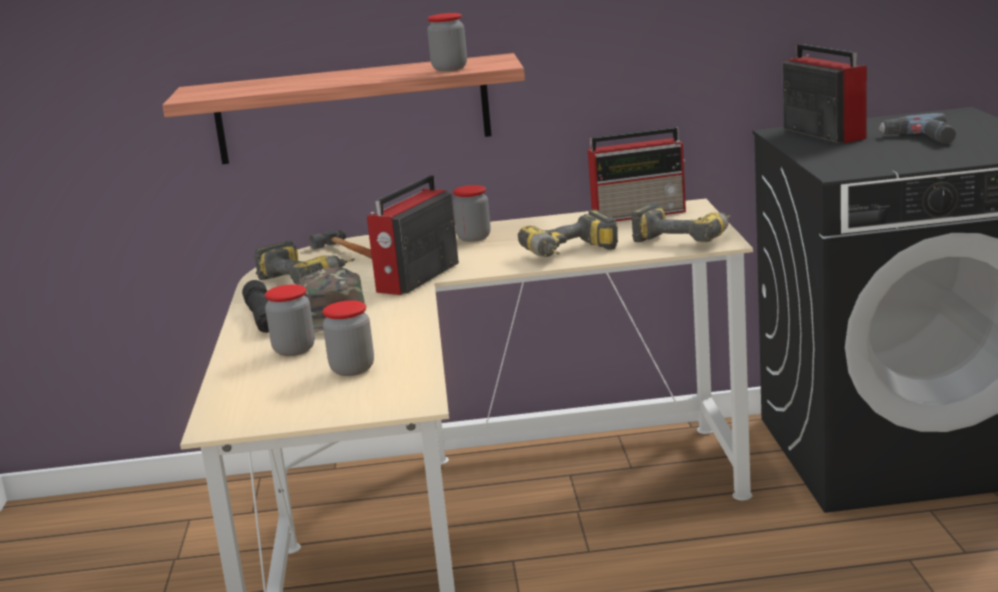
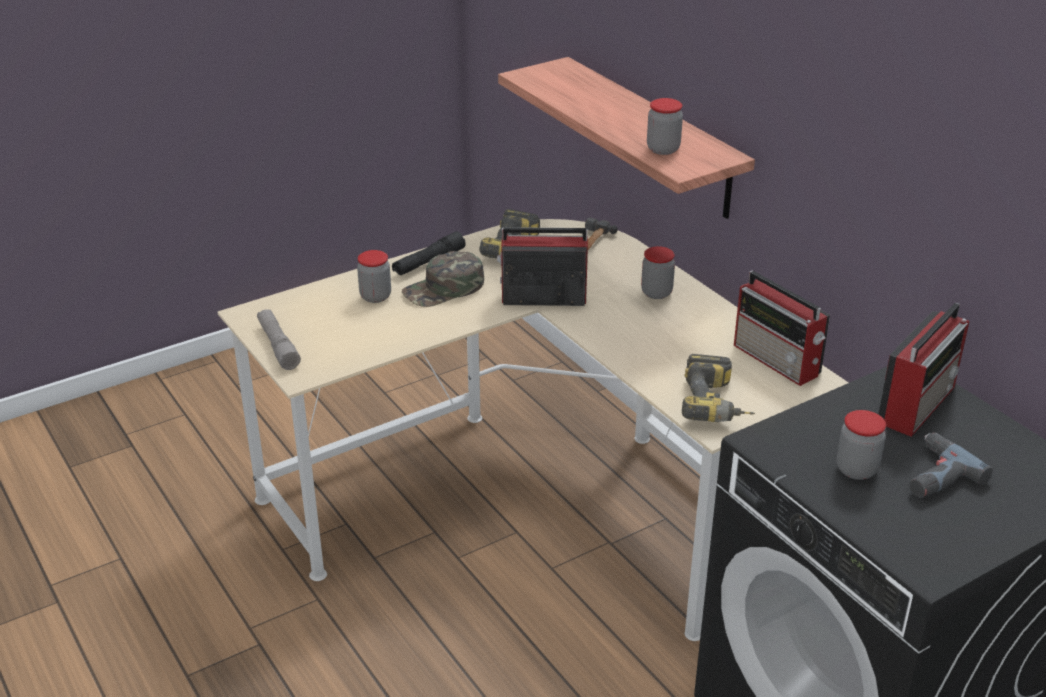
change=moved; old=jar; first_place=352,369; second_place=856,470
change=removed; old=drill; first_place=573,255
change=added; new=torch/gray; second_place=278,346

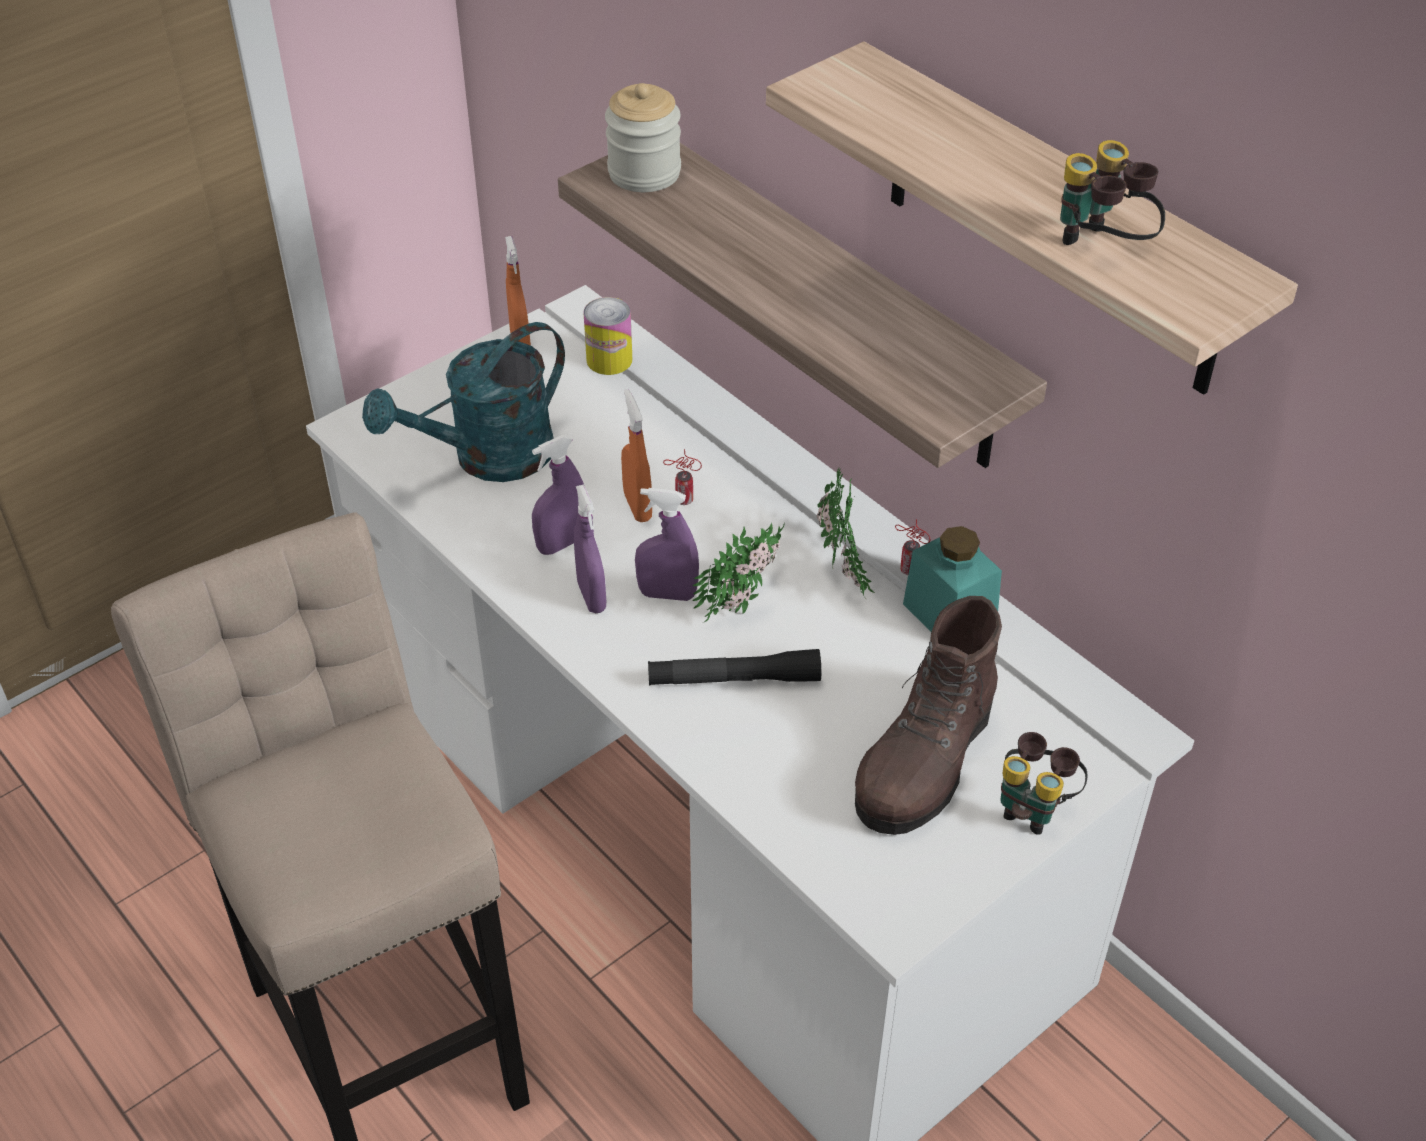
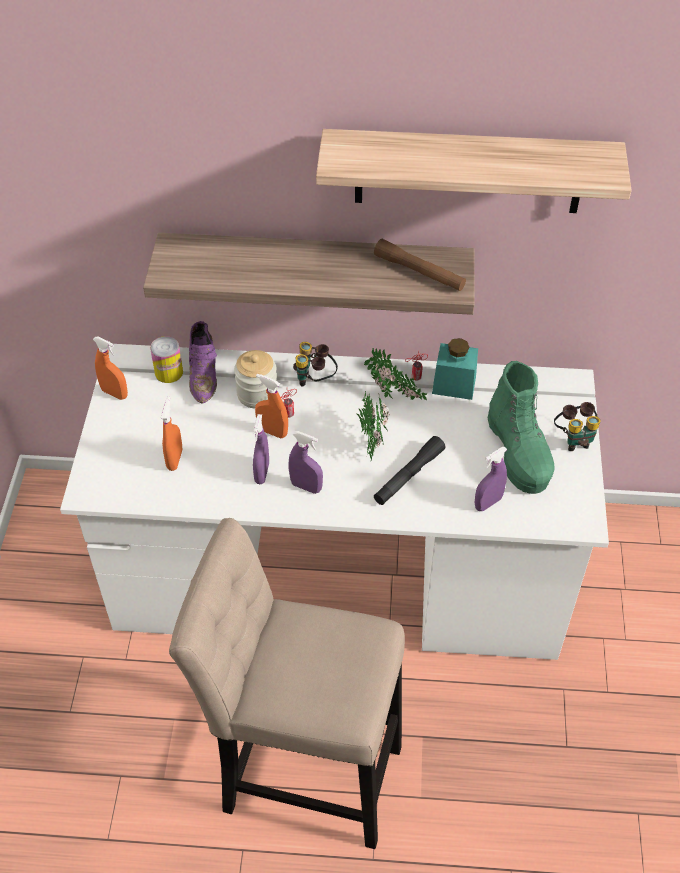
change=replaced; old=sprinkling can/turquoise; new=spray bottle/orangey; first_place=487,458; second_place=175,459
change=moved; old=jar; first_place=644,173; second_place=257,394
change=moved; old=spray bottle/purple; first_place=667,594; second_place=488,503
change=recoloured; old=high-top boot/brown; new=high-top boot/greenish; first_place=925,763; second_place=518,452
change=moved; old=field glasses; first_place=1101,250; second_place=315,380
change=added; new=low shoe/purple; second_place=204,374
change=added; new=torch/brown; second_place=419,272

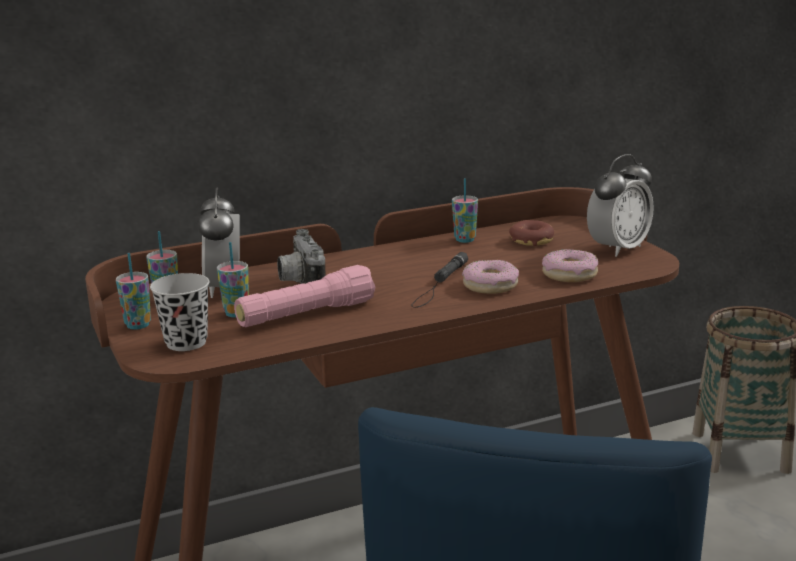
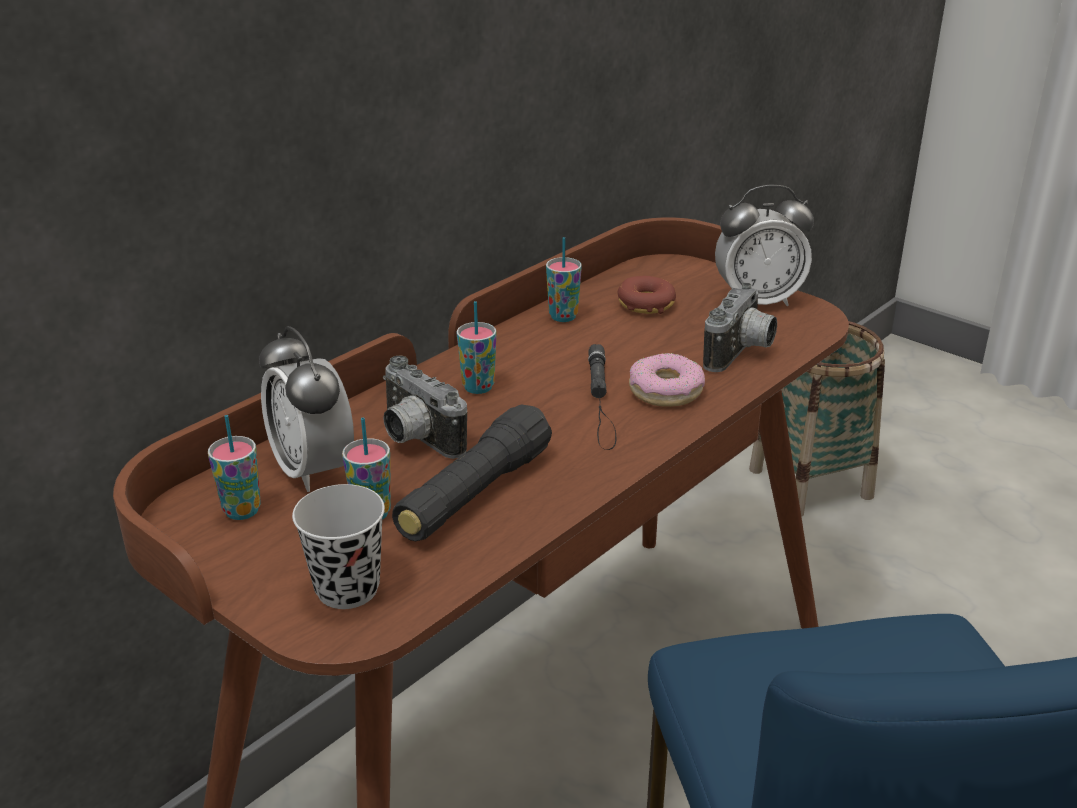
change=moved; old=cup; first_place=138,325; second_place=478,387
change=recoloured; old=torch/pink-coloured; new=torch/blackish; first_place=306,315; second_place=474,494
change=replaced; old=doughnut; new=still camera; first_place=569,274; second_place=741,354
change=turned; old=alarm clock; first_place=618,249; second_place=758,301; degrees=60

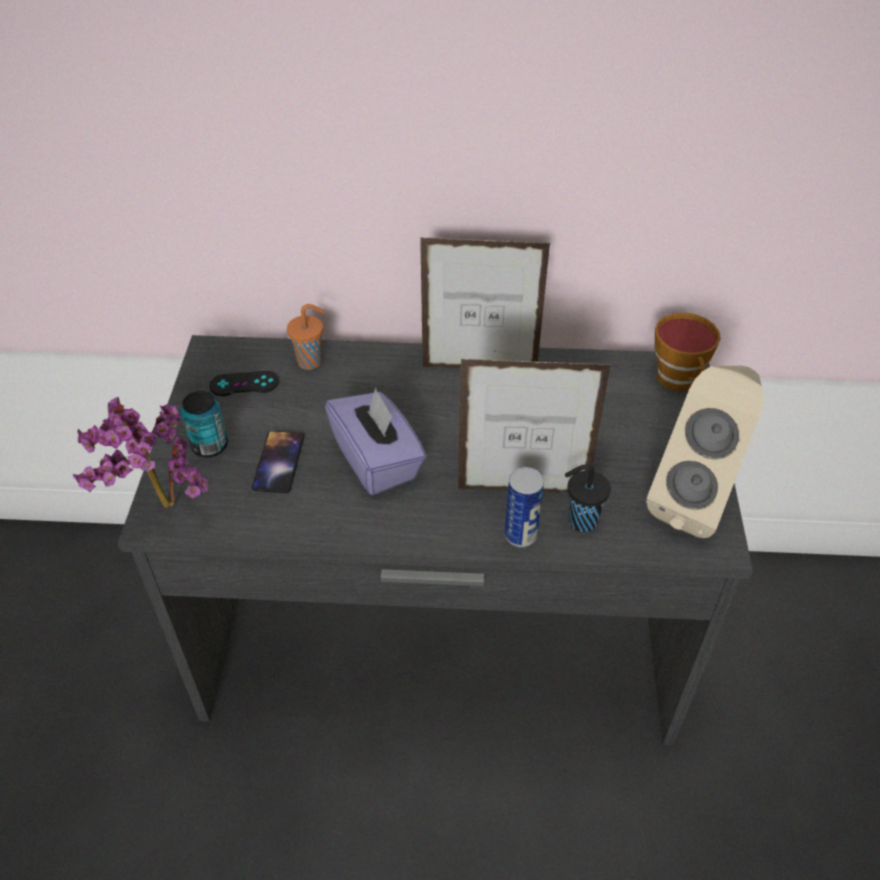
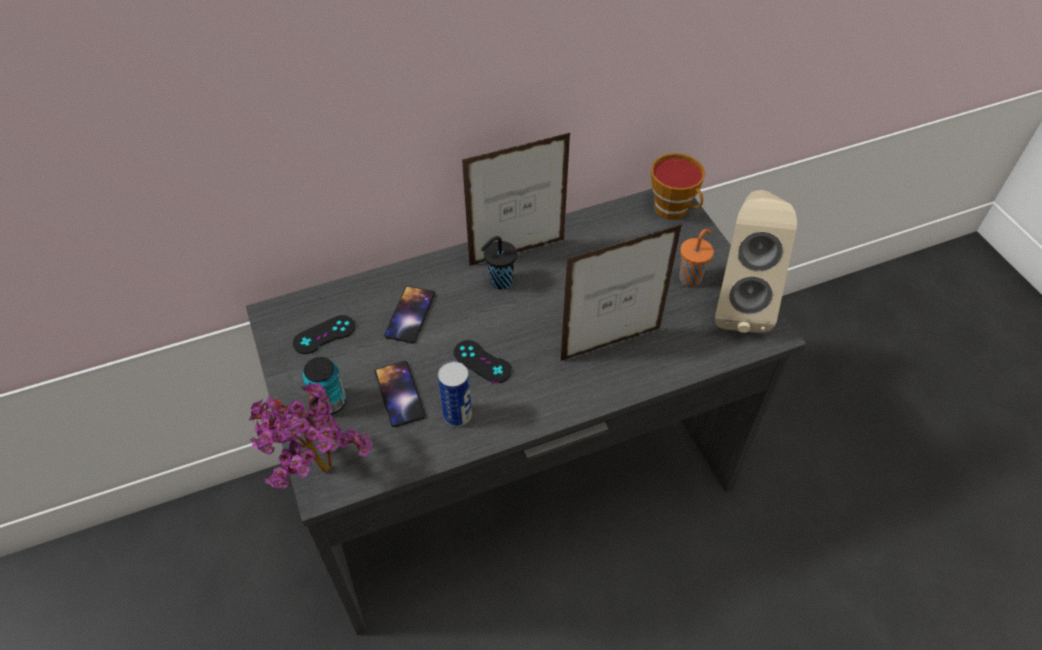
change=moved; old=cup/orangey; first_place=311,362; second_place=691,278
change=replaced; old=tissue box/purple; new=gamepad/blackish; first_place=377,461; second_place=482,362
change=moved; old=sealed can; first_place=520,535; second_place=457,416
change=moved; old=cup/blackish; first_place=580,521; second_place=499,282
change=added; new=telephone; second_place=410,315

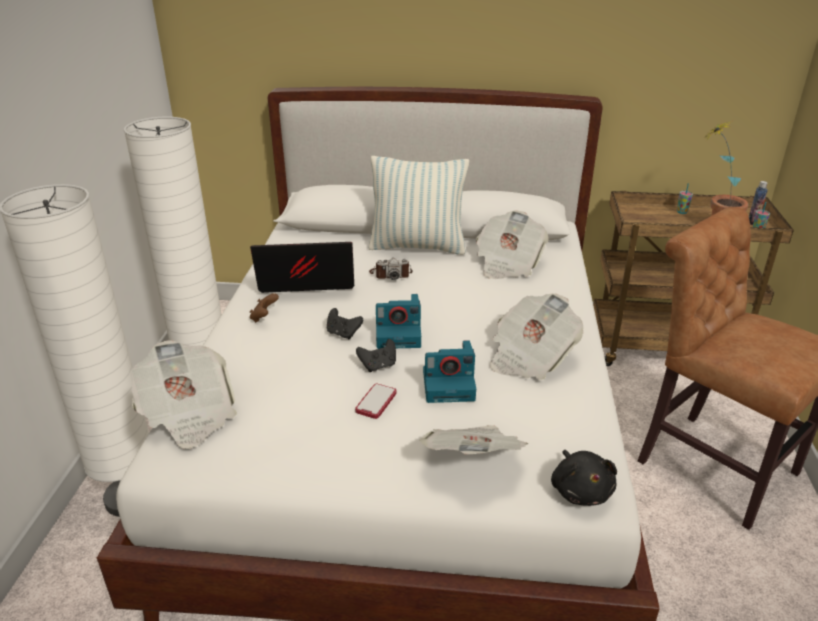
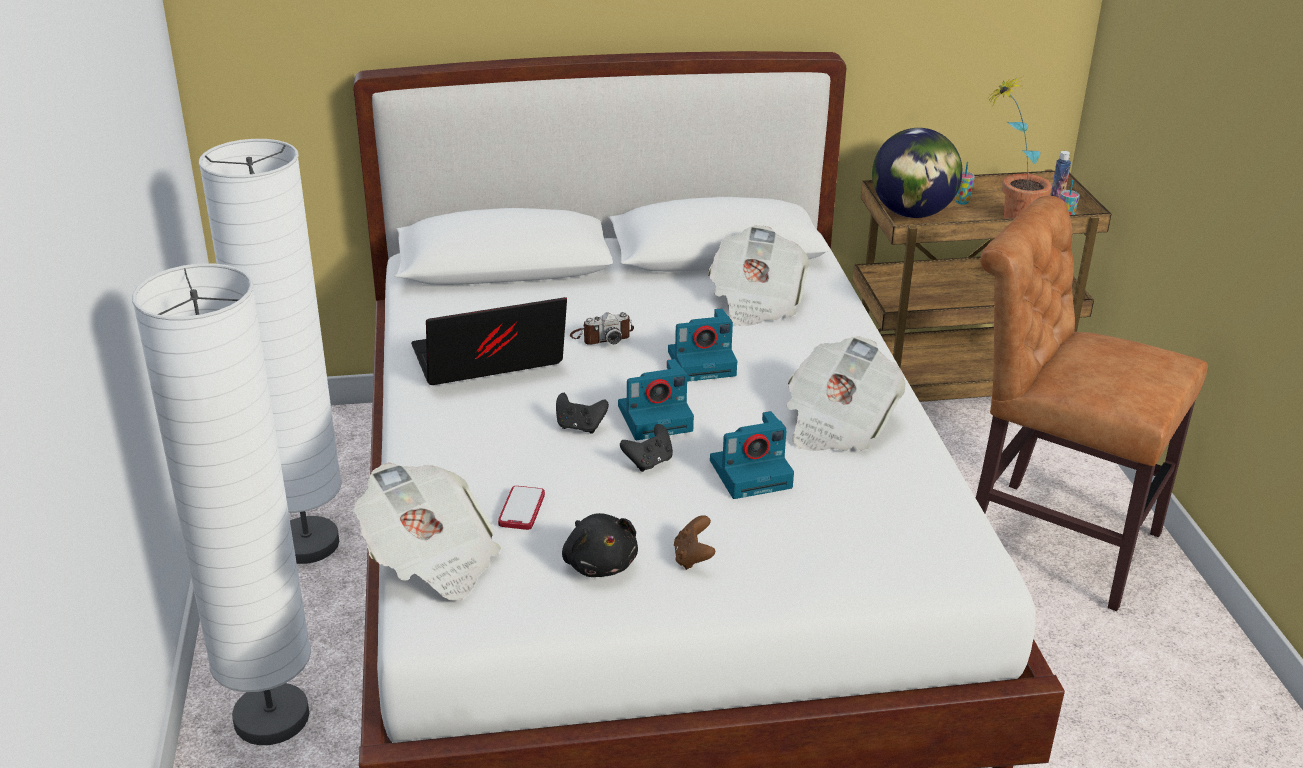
change=moved; old=gamepad/brown; first_place=264,317; second_place=693,558
change=moved; old=telephone; first_place=376,402; second_place=521,509
change=removed; old=pillow; first_place=417,246
change=removed; old=daily paper; first_place=473,460
change=moved; old=cuddly toy/blackish; first_place=580,490; second_place=599,563
change=added; new=still camera; second_place=703,362
change=added; new=desk globe; second_place=912,214

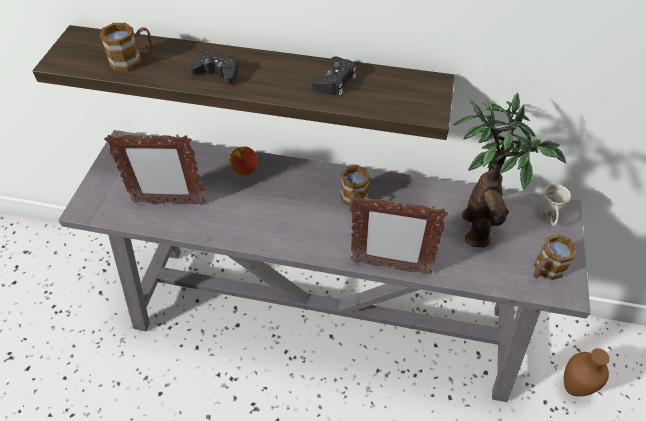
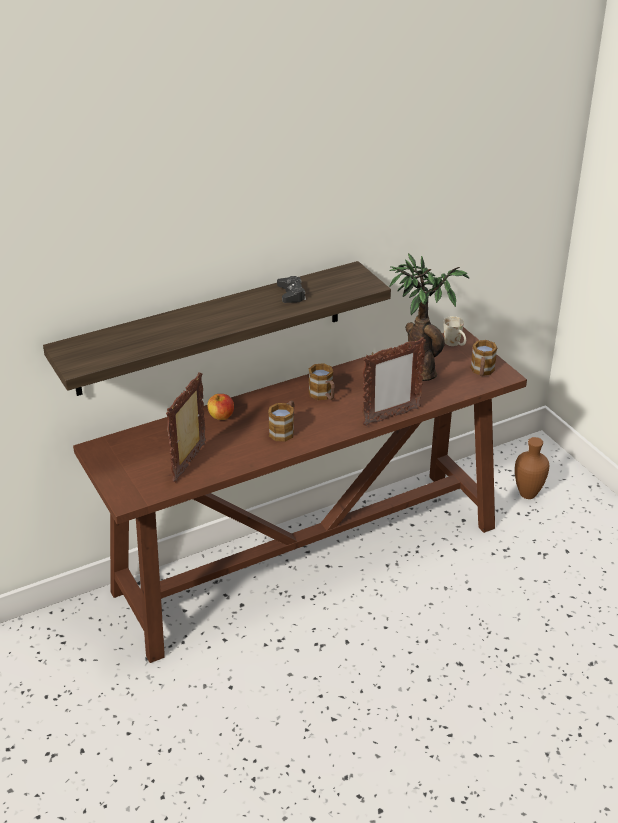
change=recoloured; old=console table/gray; new=console table/brown; first_place=325,320; second_place=311,558
change=moved; old=mug; first_place=133,60; second_place=284,430
change=turned; old=picture frame; first_place=168,202; second_place=190,463; degrees=150
change=removed; old=gamepad/blackish; first_place=217,73

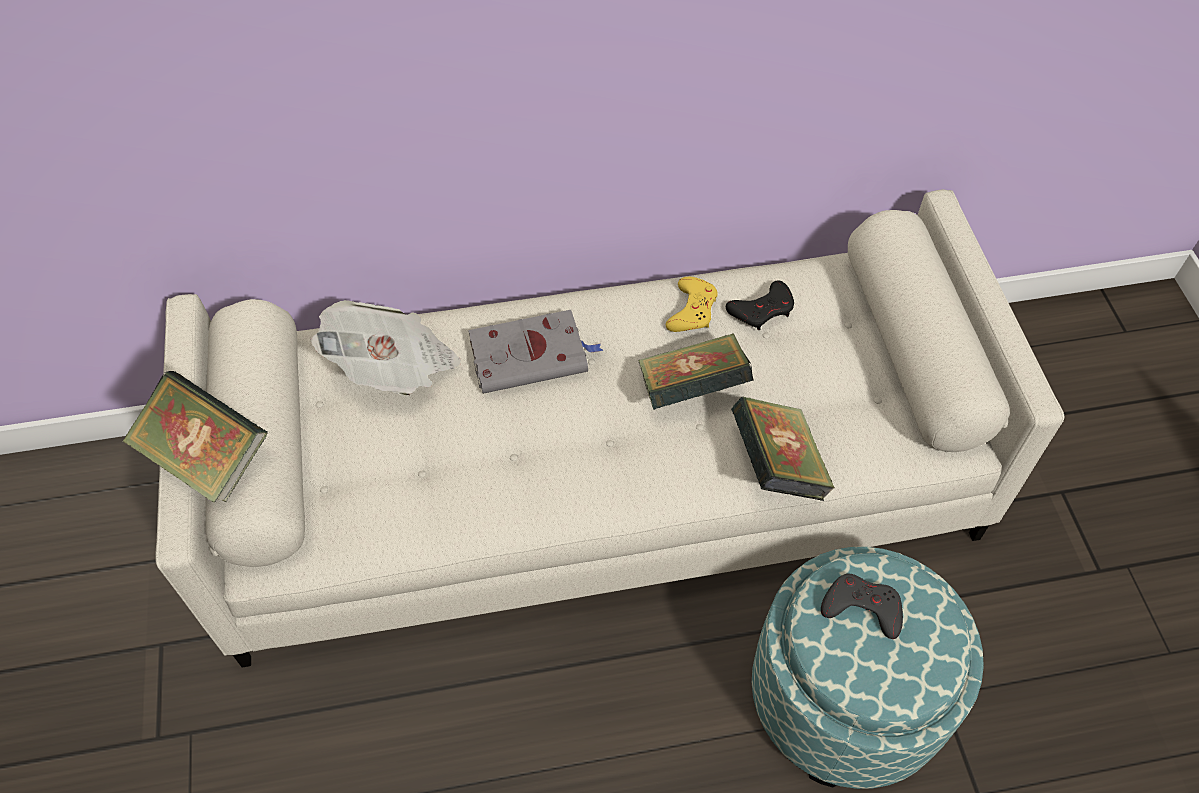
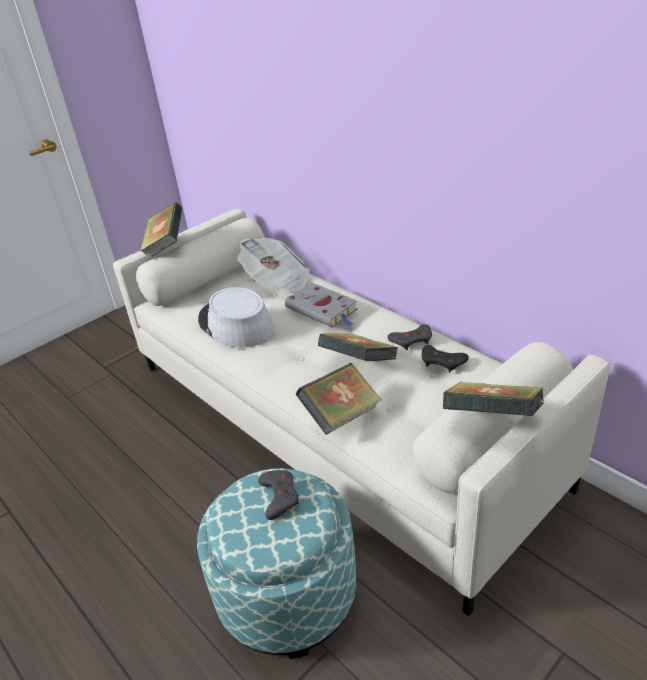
change=recoloured; old=gamepad/yellow-coloured; new=gamepad/gray; first_place=692,310; second_place=412,340
change=added; new=clothing hat/gray; second_place=235,325
change=added; new=book; second_place=491,419

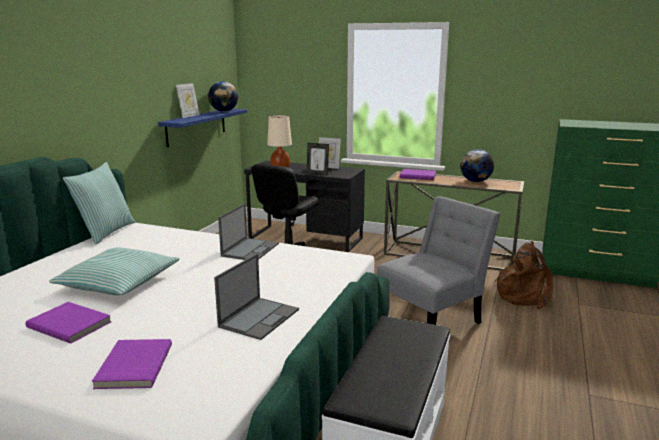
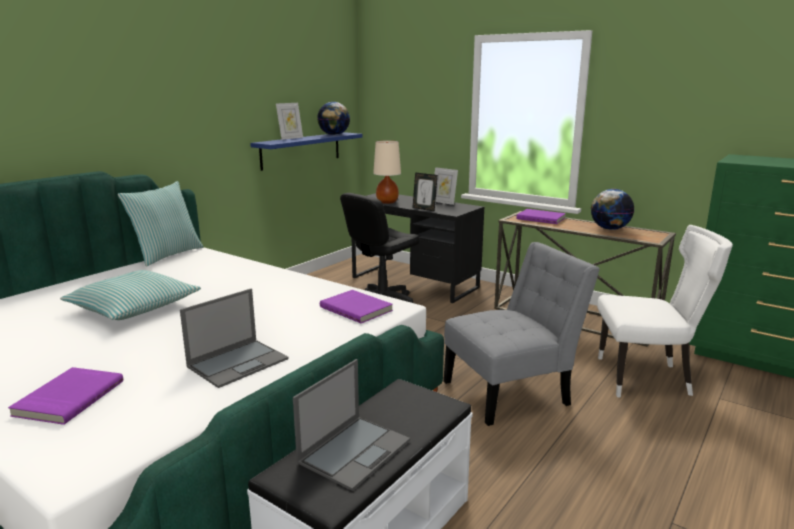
change=moved; old=book/purple; first_place=70,324; second_place=357,308
change=moved; old=notebook computer; first_place=250,249; second_place=355,450
change=replaced; old=rucksack/brown; new=upright chair/whitish; first_place=524,296; second_place=647,378

